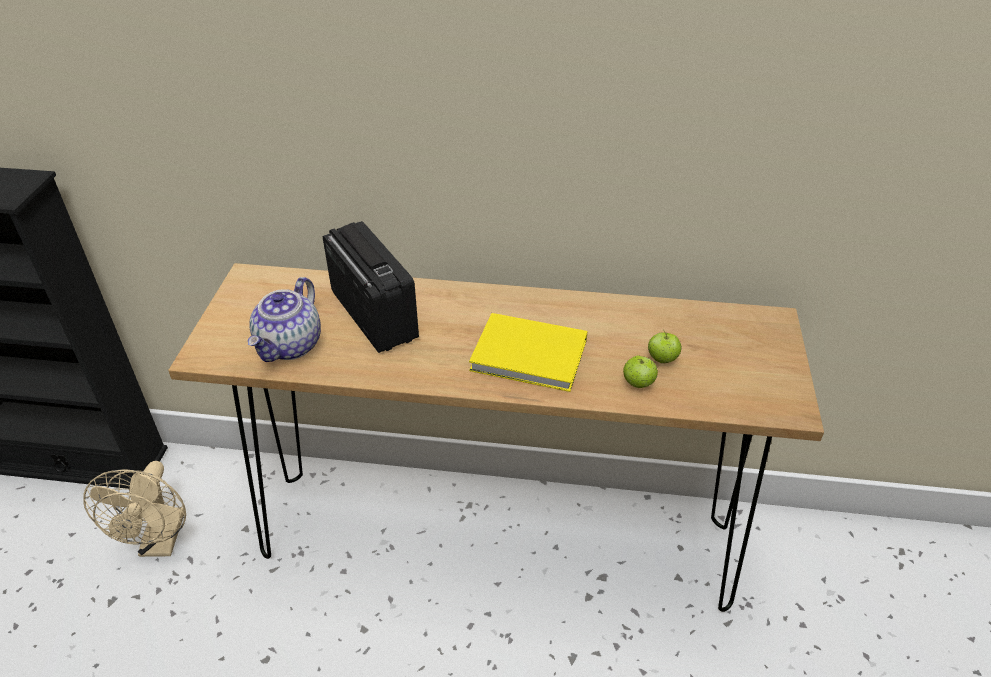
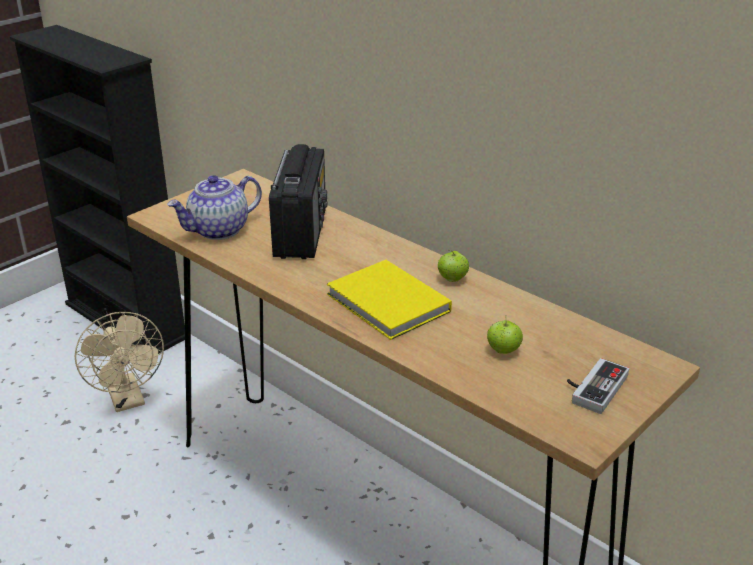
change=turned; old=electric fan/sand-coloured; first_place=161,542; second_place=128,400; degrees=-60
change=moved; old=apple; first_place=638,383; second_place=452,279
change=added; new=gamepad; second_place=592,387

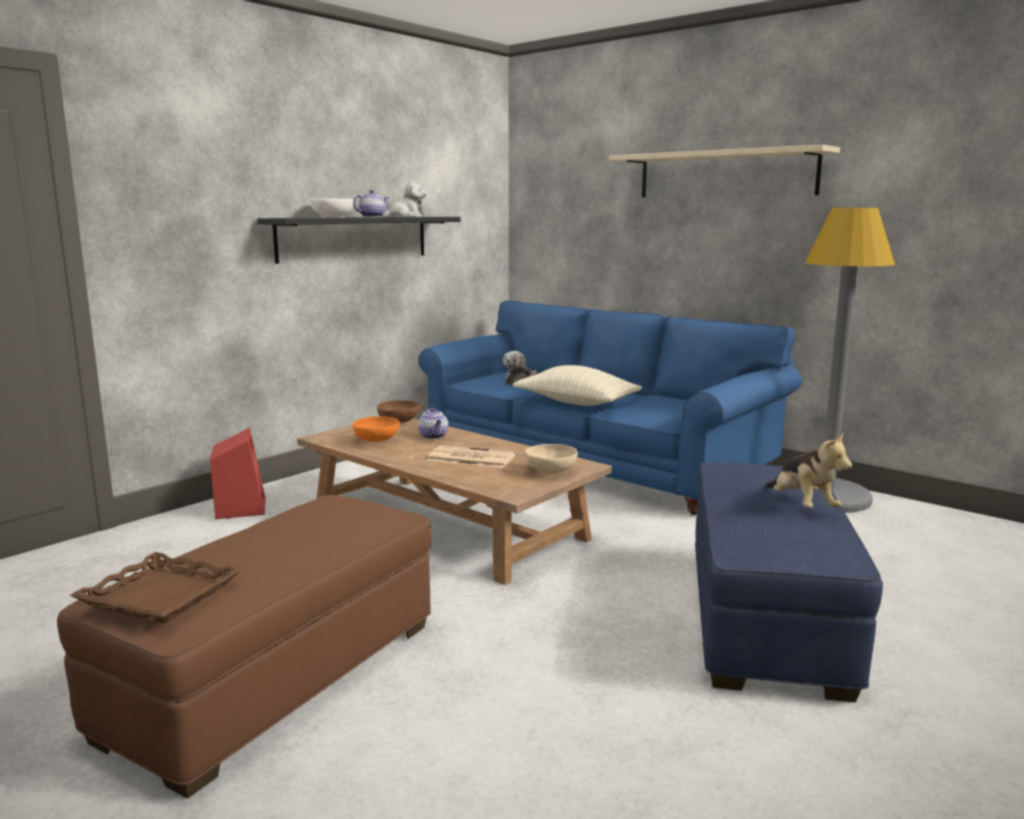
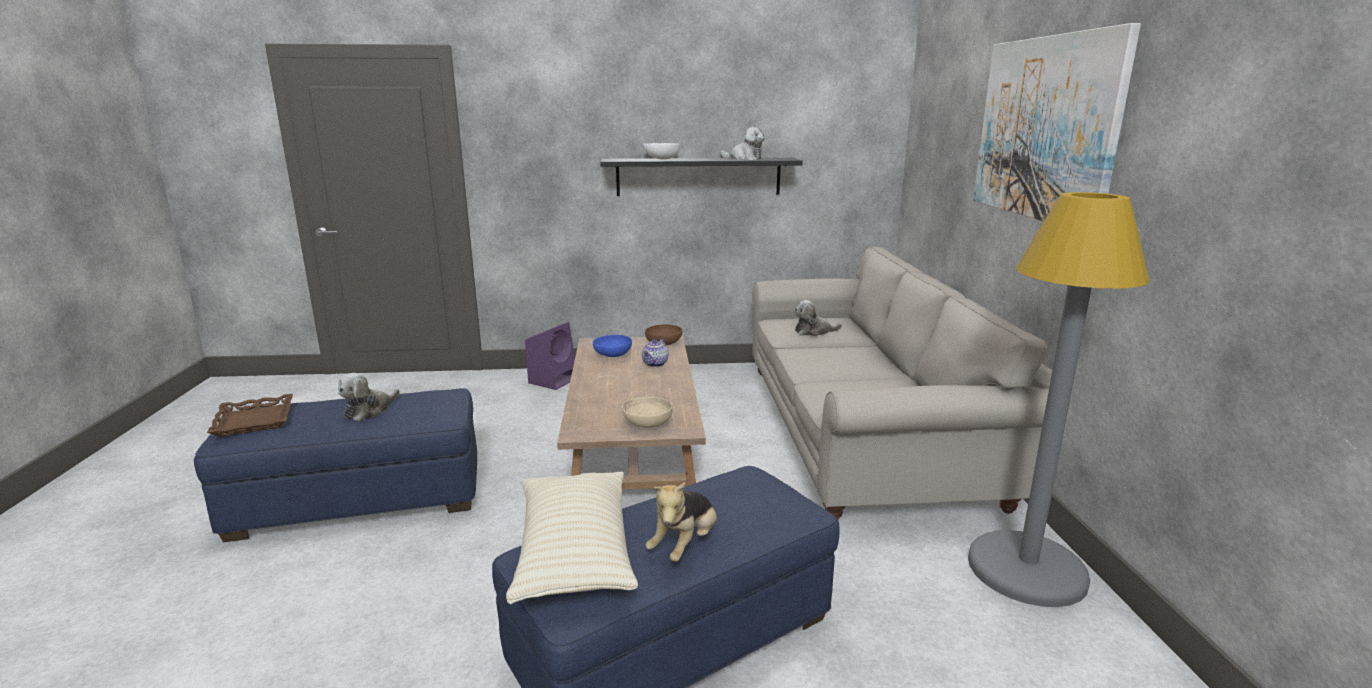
change=recoloured; old=footrest/brown; new=footrest/blue; first_place=275,679; second_place=359,500
change=recoloured; old=speaker/reddish; new=speaker/purple; first_place=240,508; second_place=553,380
change=recoloured; old=bowl/orangey; new=bowl/blue; first_place=377,441; second_place=612,356
change=removed; old=teapot; first_place=372,217
change=recoloured; old=sofa/blue; new=sofa/sand-coloured; first_place=594,460; second_place=860,430
change=removed; old=daily paper; first_place=470,458
change=moved; old=pillow/sand-coloured; first_place=576,403; second_place=574,554
change=replaced; old=shelf/sand-coloured; new=picture; first_place=725,174; second_place=1045,129
change=added; new=cuddly toy; second_place=369,410

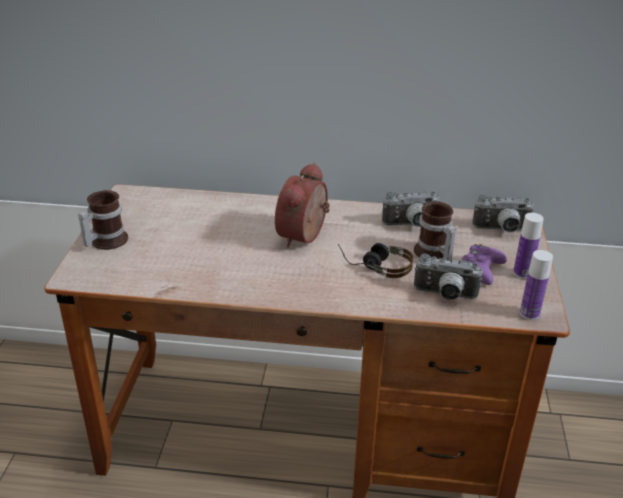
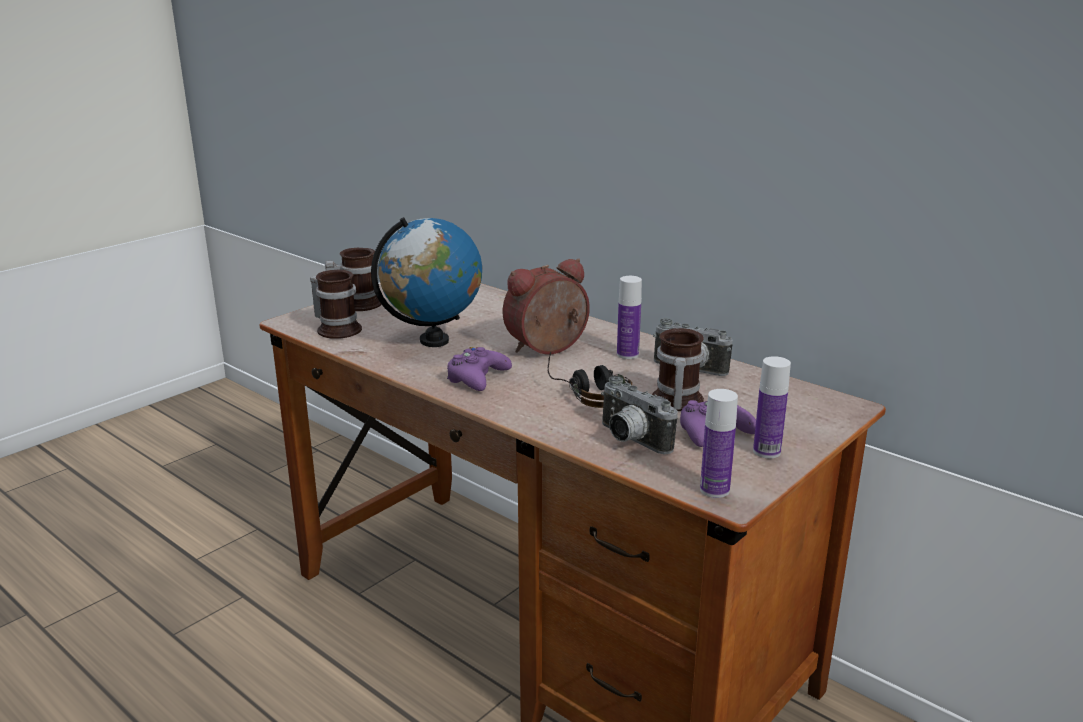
change=removed; old=still camera; first_place=501,230
change=added; new=mug; second_place=338,328
change=added; new=desk globe; second_place=434,341
change=added; new=gamepad/purple; second_place=477,378
change=added; new=drink bottle; second_place=627,354

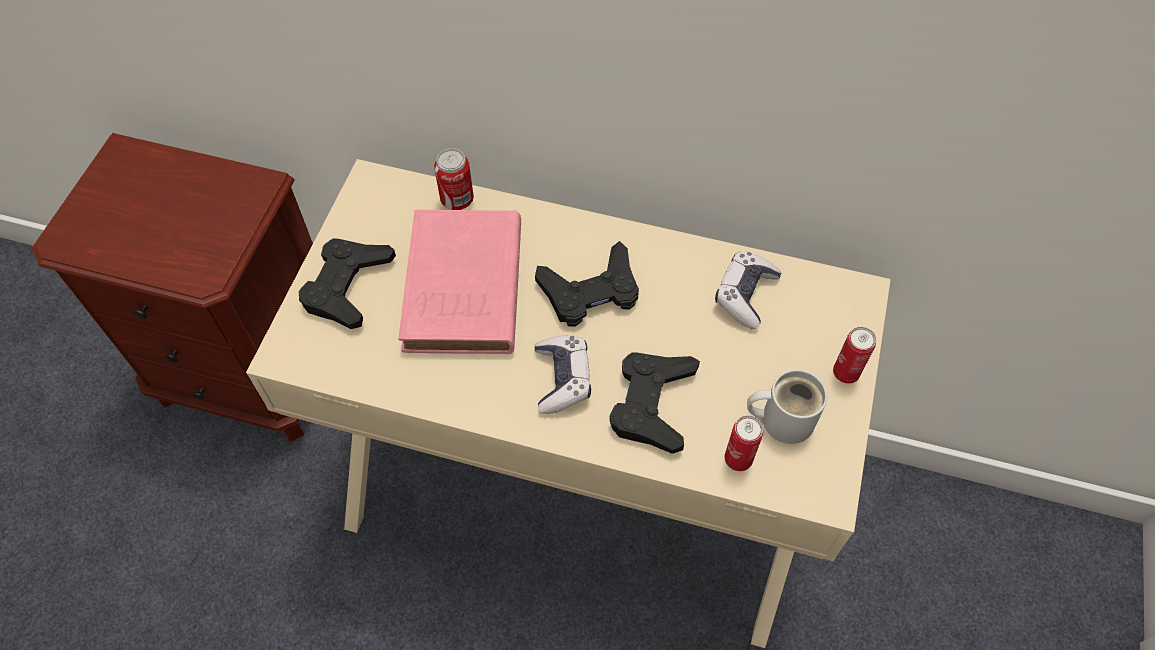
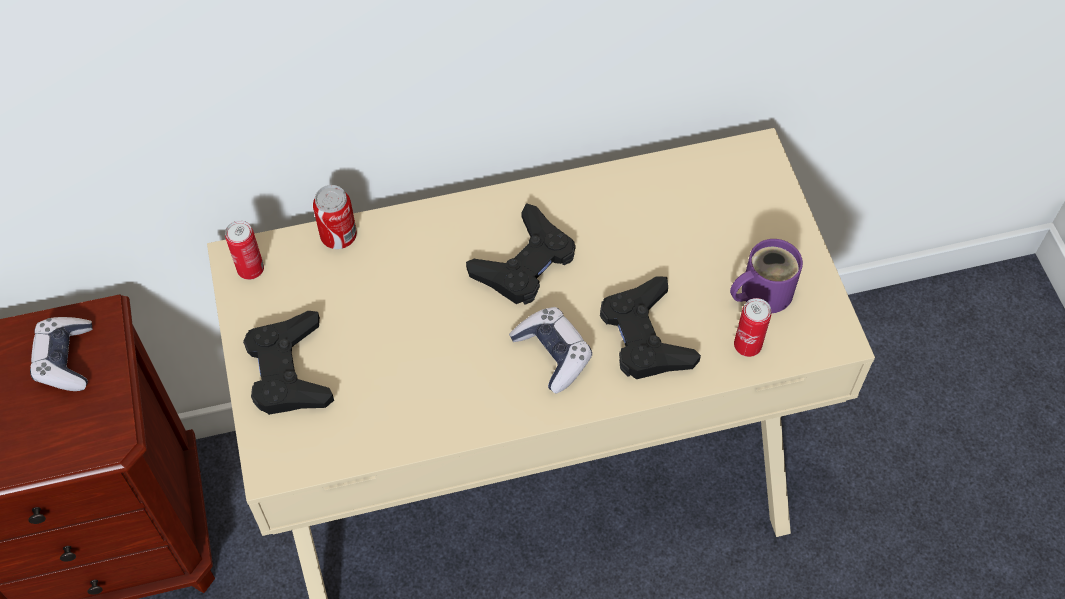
change=removed; old=book/pink-coloured; first_place=463,291
change=moved; old=gamepad; first_place=745,295; second_place=65,359
change=recoloured; old=mug/whitish; new=mug/purple; first_place=782,418; second_place=761,292
change=moved; old=sealed can; first_place=845,373; second_place=251,270

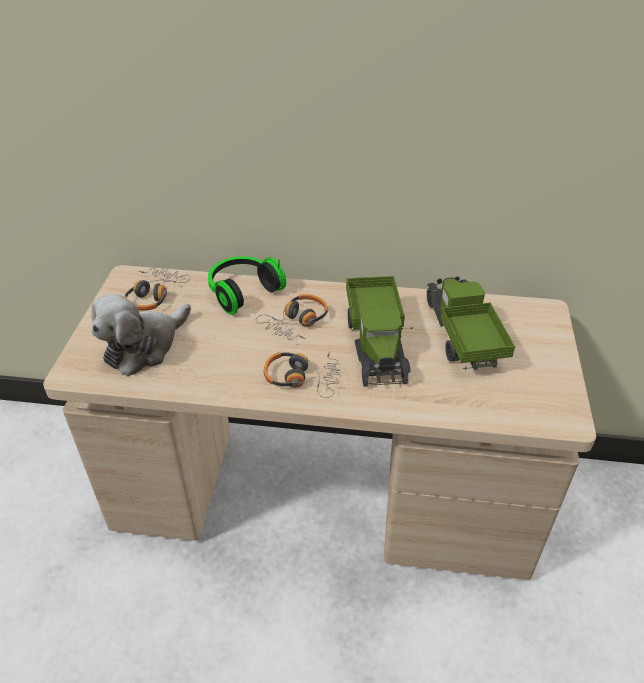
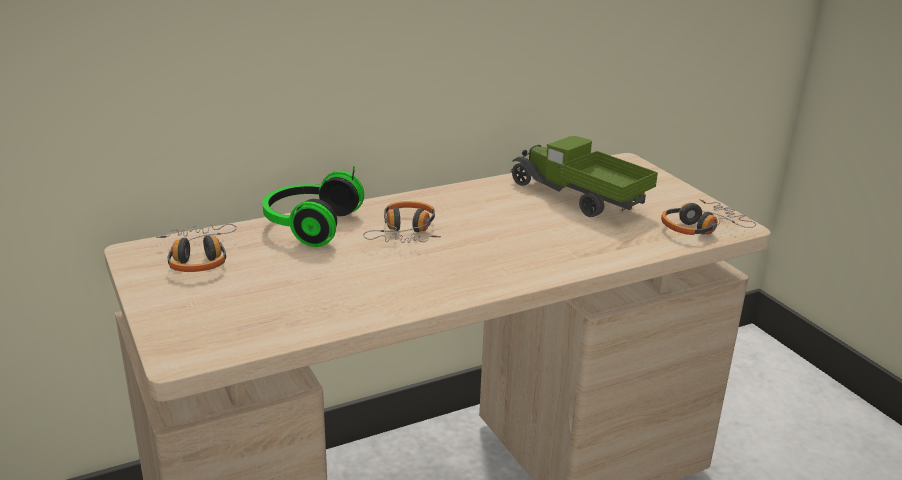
change=removed; old=cuddly toy; first_place=144,346
change=moved; old=pair of headphones; first_place=302,378; second_place=701,228
change=removed; old=model truck; first_place=377,344

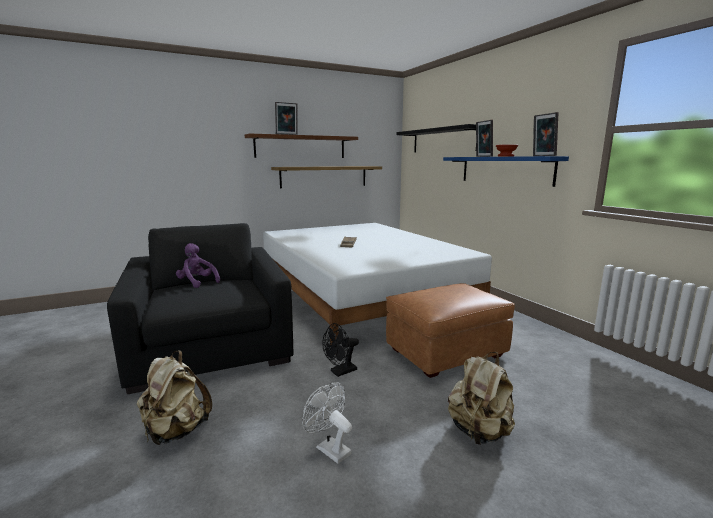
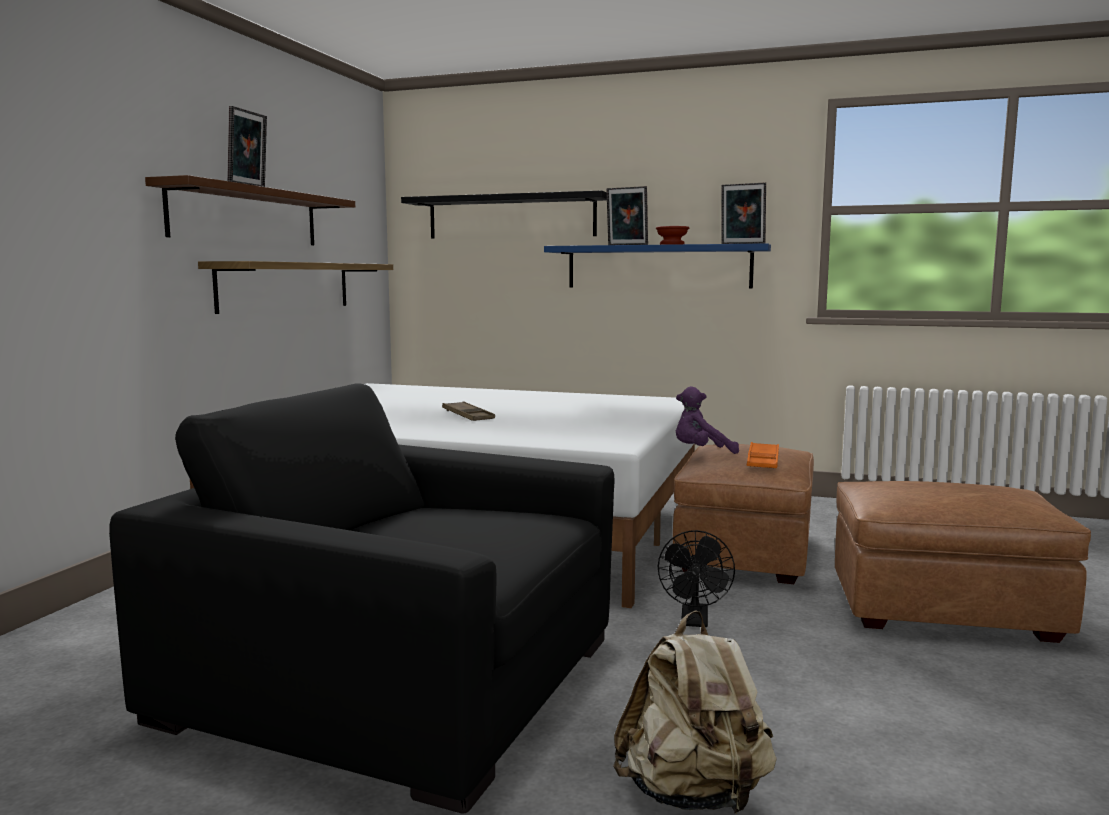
change=moved; old=cuddly toy/purple; first_place=197,283; second_place=701,452
change=removed; old=electric fan/whitish; first_place=329,448
change=replaced; old=rucksack/sand-coloured; new=footrest/brown; first_place=479,432; second_place=943,609
change=added; new=tray/orangey; second_place=763,460

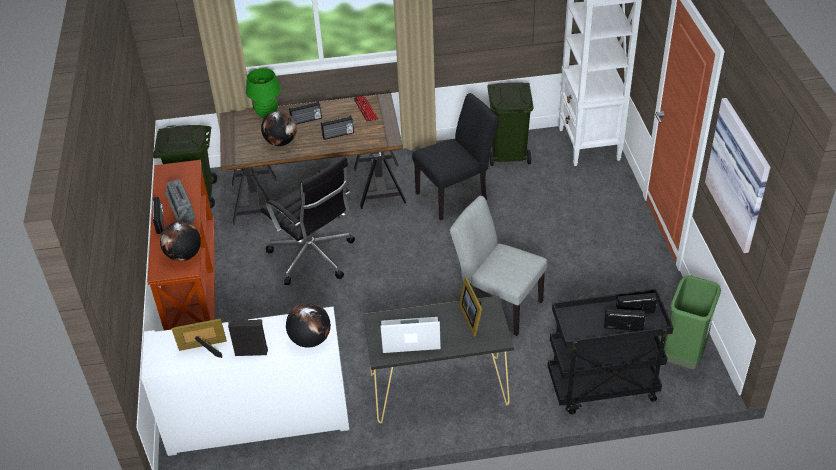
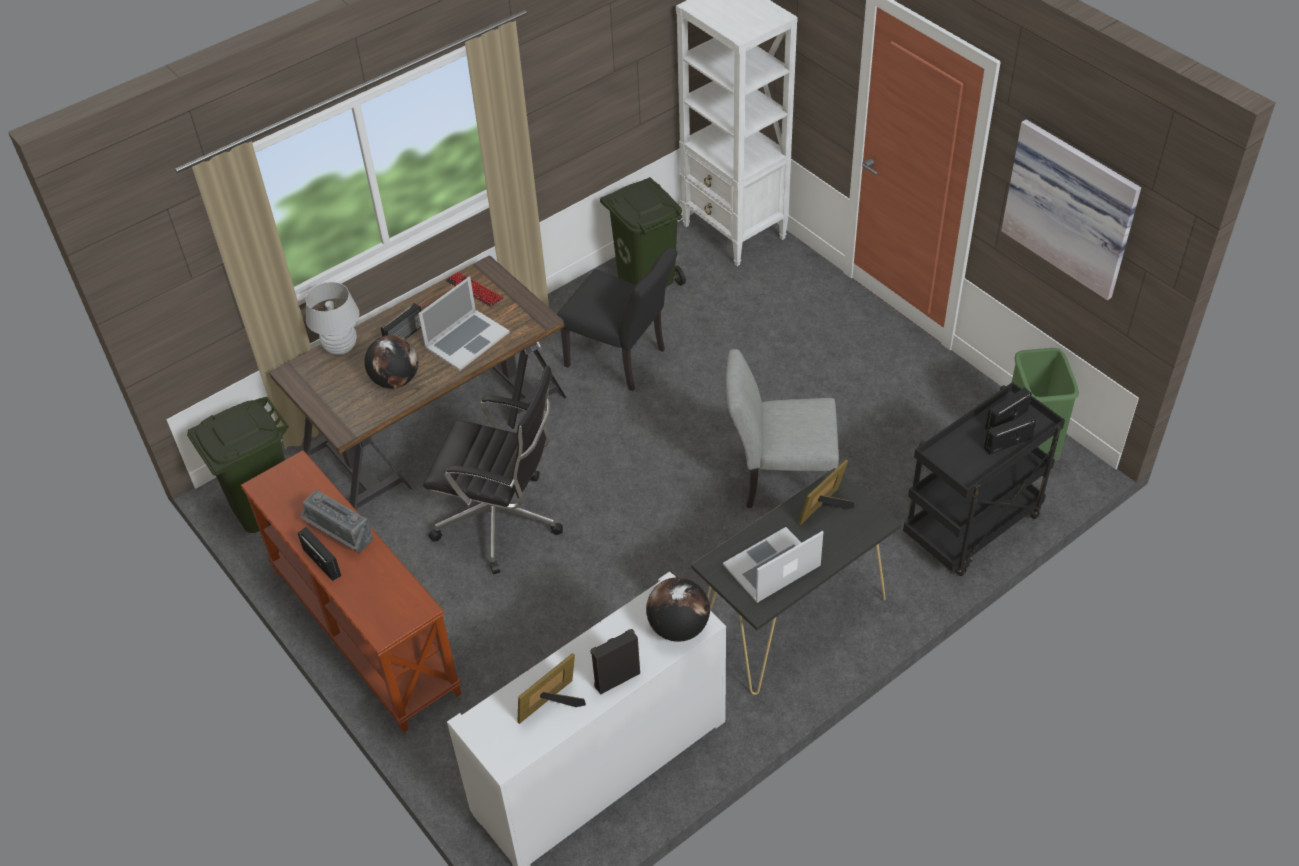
change=removed; old=desk globe; first_place=184,256
change=recoloured; old=table lamp/greenish; new=table lamp/whitish; first_place=267,114; second_place=341,347
change=replaced; old=radio receiver; new=notebook computer; first_place=338,135; second_place=466,339
change=turned; old=upright chair/blackish; first_place=456,195; second_place=622,360; degrees=90
change=turned; old=picture frame; first_place=472,317; second_place=825,509; degrees=90

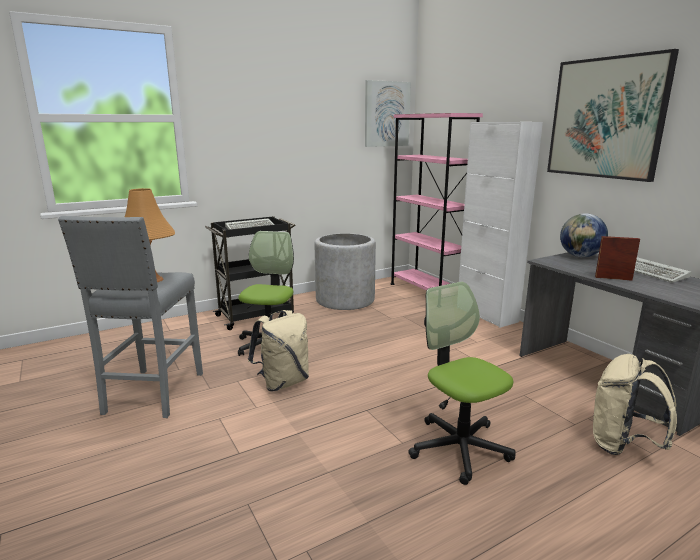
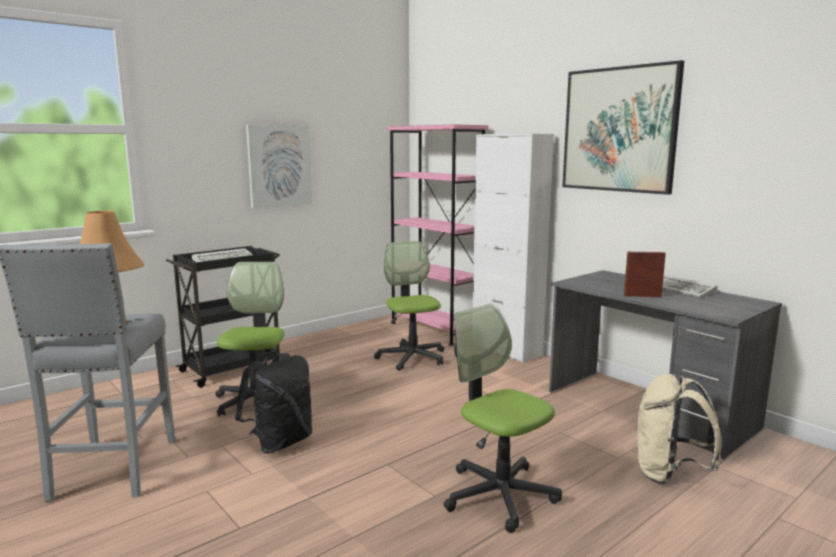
change=recoloured; old=rucksack/sand-coloured; new=rucksack/blackish; first_place=283,382; second_place=280,442
change=removed; old=flower pot/gray; first_place=345,300
change=moved; old=picture; first_place=386,114; second_place=279,166
change=removed; old=desk globe; first_place=580,256
change=added; new=office chair; second_place=412,357

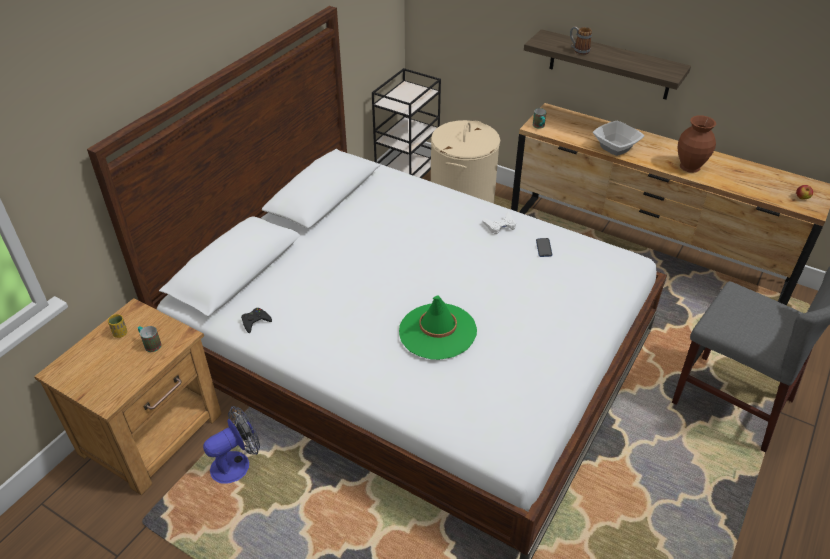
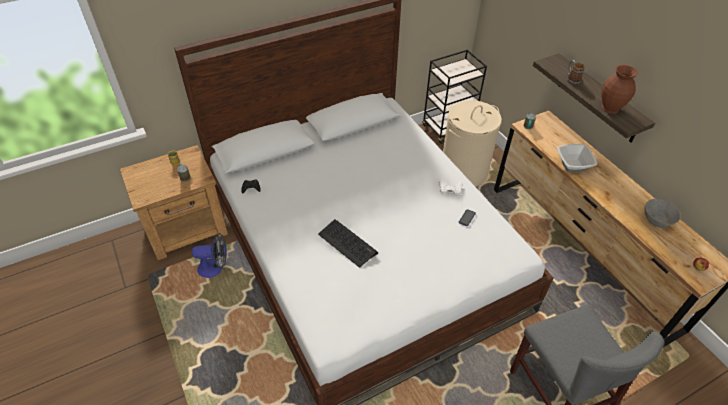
change=replaced; old=clothing hat/greenish; new=computer keyboard; first_place=437,331; second_place=347,243
change=moved; old=vase/brown; first_place=690,166; second_place=611,108
change=added; new=bowl/gray; second_place=657,220

